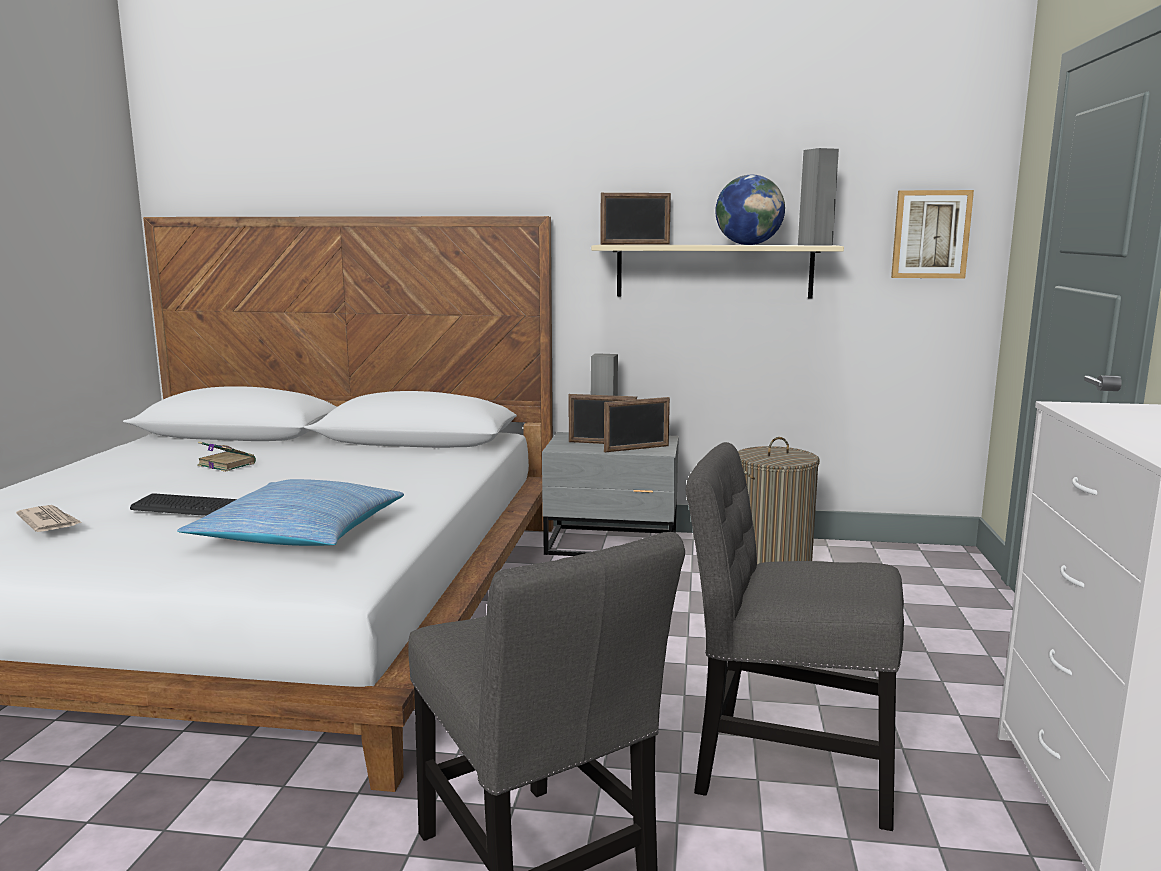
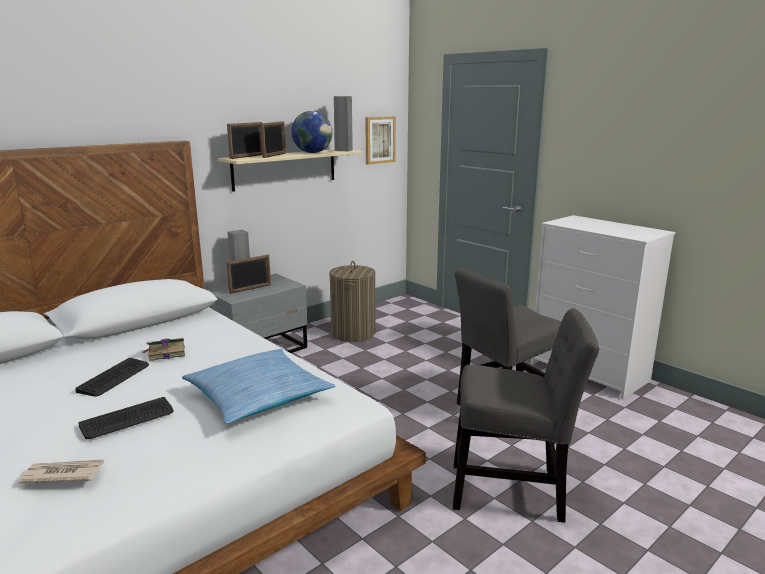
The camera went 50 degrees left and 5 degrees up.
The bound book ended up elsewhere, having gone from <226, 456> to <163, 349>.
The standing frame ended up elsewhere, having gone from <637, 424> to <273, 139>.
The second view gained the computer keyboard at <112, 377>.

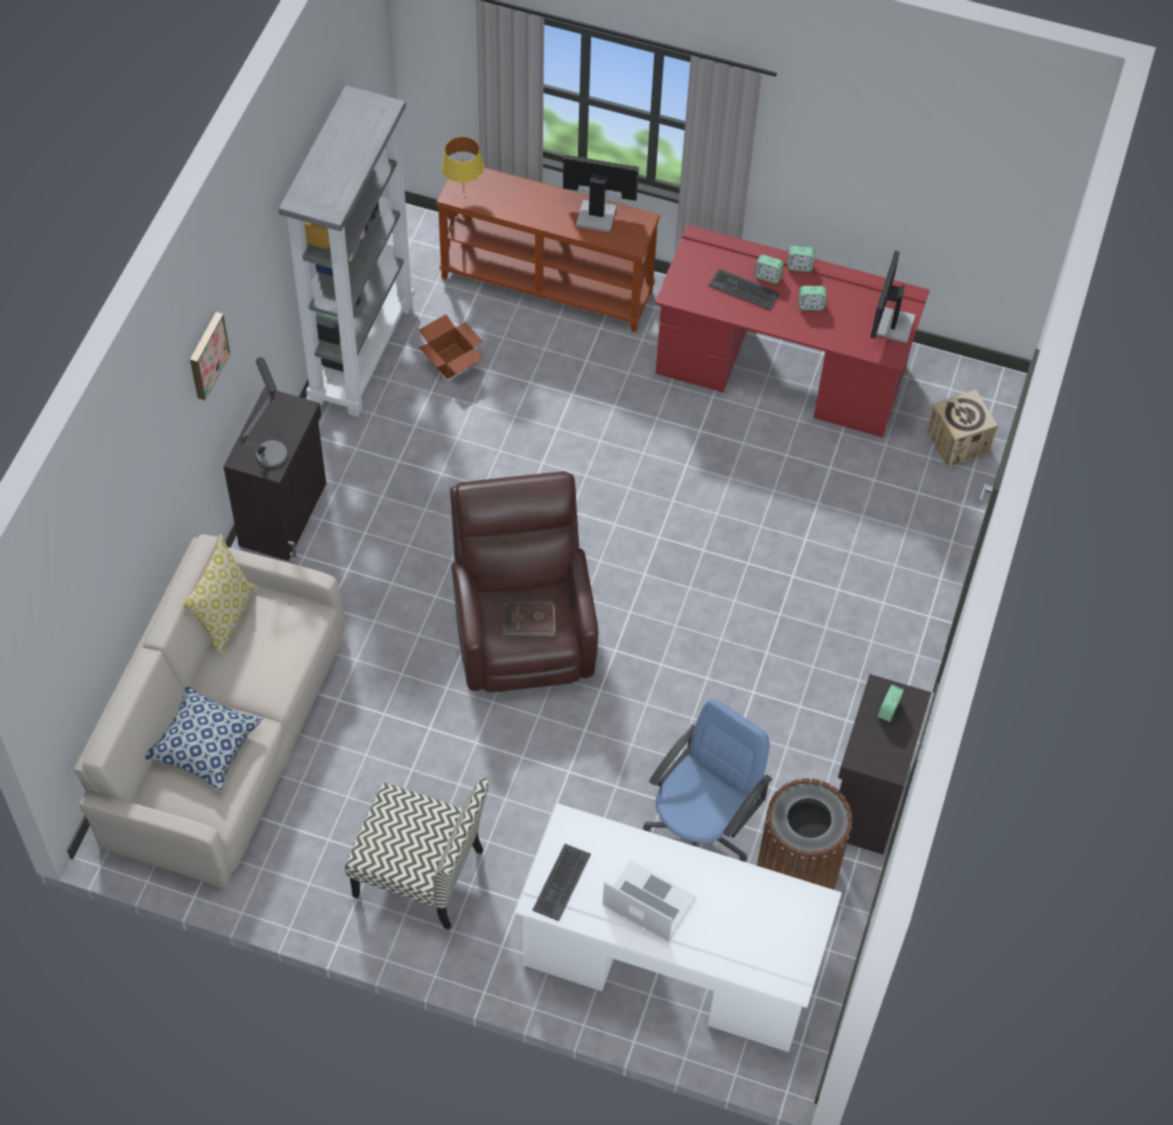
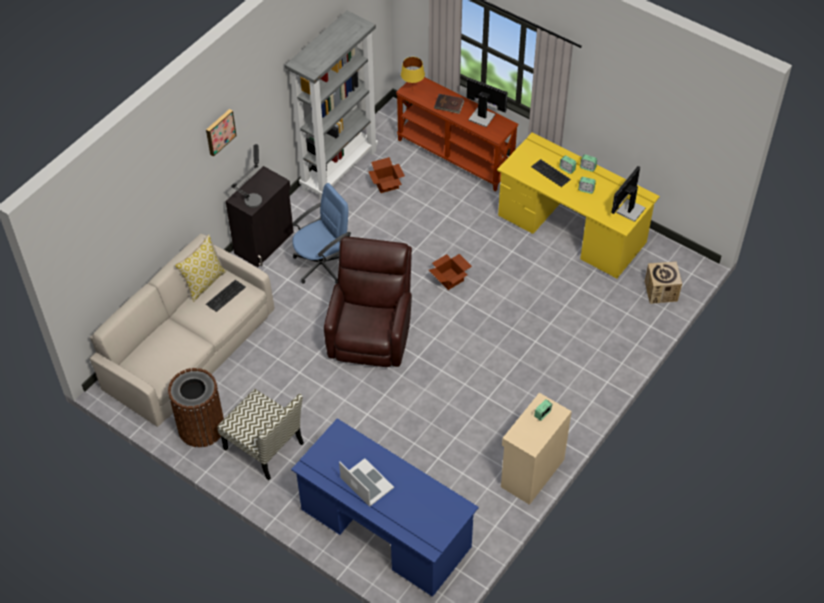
The camera went 20 degrees right and 5 degrees down.
The second view lost the cushion at <204, 737>.
The bound book (brown) ended up elsewhere, having gone from <529, 618> to <449, 104>.
What was the desk table (whitish) at <678, 927> turned into the desk table (blue-coloured) at <385, 507>.
The computer keyboard ended up elsewhere, having gone from <561, 882> to <226, 296>.
The computer chair (blue-coloured) ended up elsewhere, having gone from <707, 780> to <321, 233>.
What was the desk table (red-coloured) at <792, 330> turned into the desk table (yellowish) at <578, 205>.
The waste bin (brown) ended up elsewhere, having gone from <804, 833> to <196, 407>.
What was the cupboard (blackish) at <885, 764> turned into the cupboard (sand-coloured) at <536, 449>.
The second view gained the cardboard box at <450, 272>.

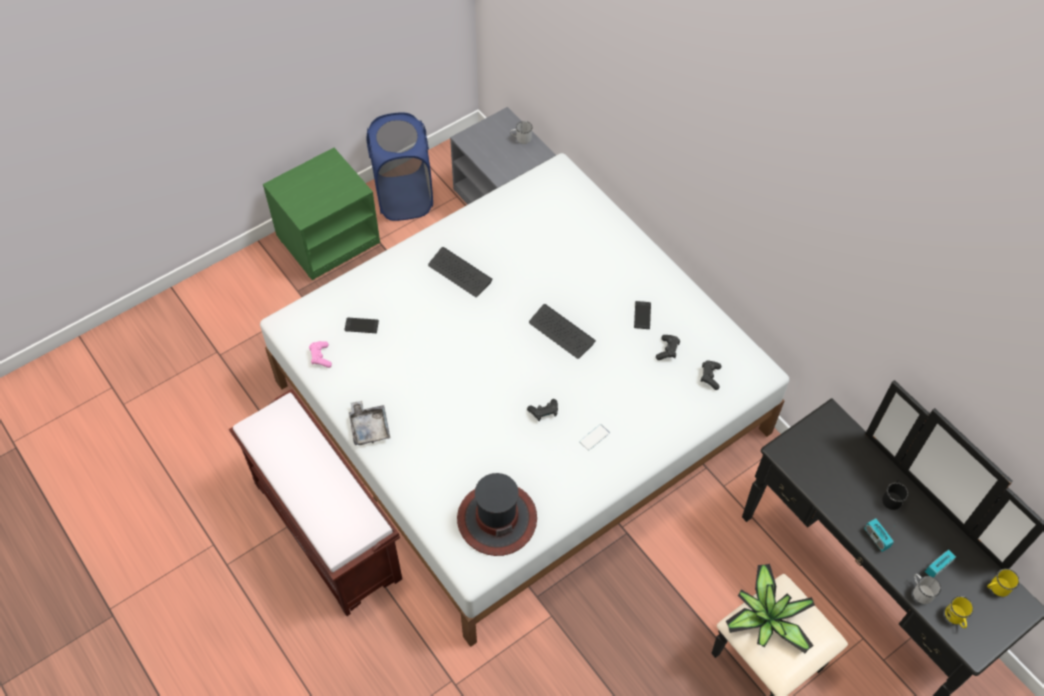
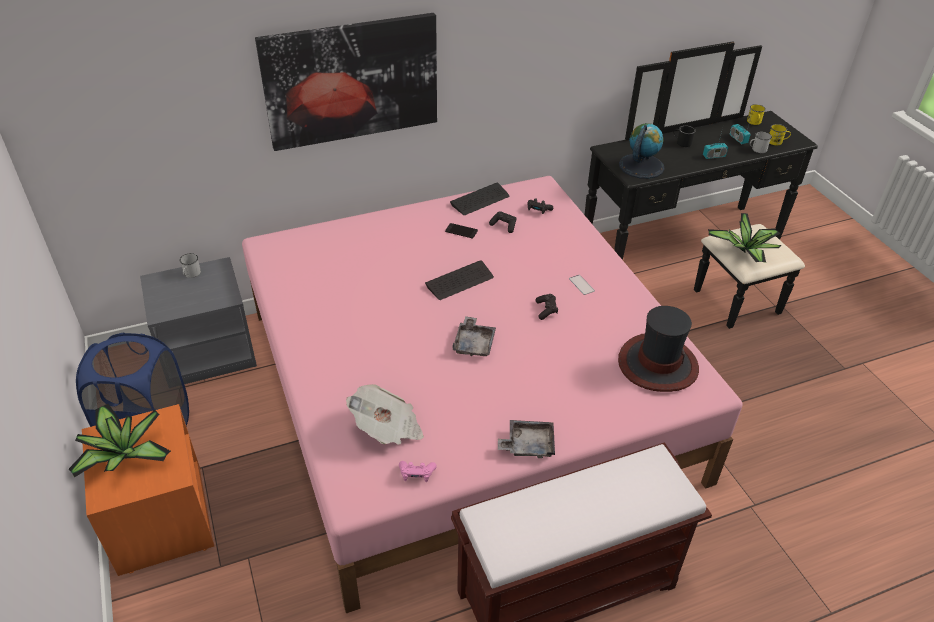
The camera went 75 degrees left and 15 degrees down.
What was the sleeping bed (whitish) at <524, 400> turned into the sleeping bed (pink-coloured) at <492, 394>.
What was the night table (green-coloured) at <321, 214> turned into the night table (orangey) at <148, 490>.
Where the phone stood at <361, 325>, the daily paper came to stand at <385, 414>.
The computer keyboard ended up elsewhere, having gone from <460, 272> to <479, 199>.
The second view gained the plant in a pot at <119, 440>.
The second view gained the picture at <346, 82>.
The second view gained the carrying tray (grey) at <474, 336>.
The second view gained the desk globe at <642, 151>.

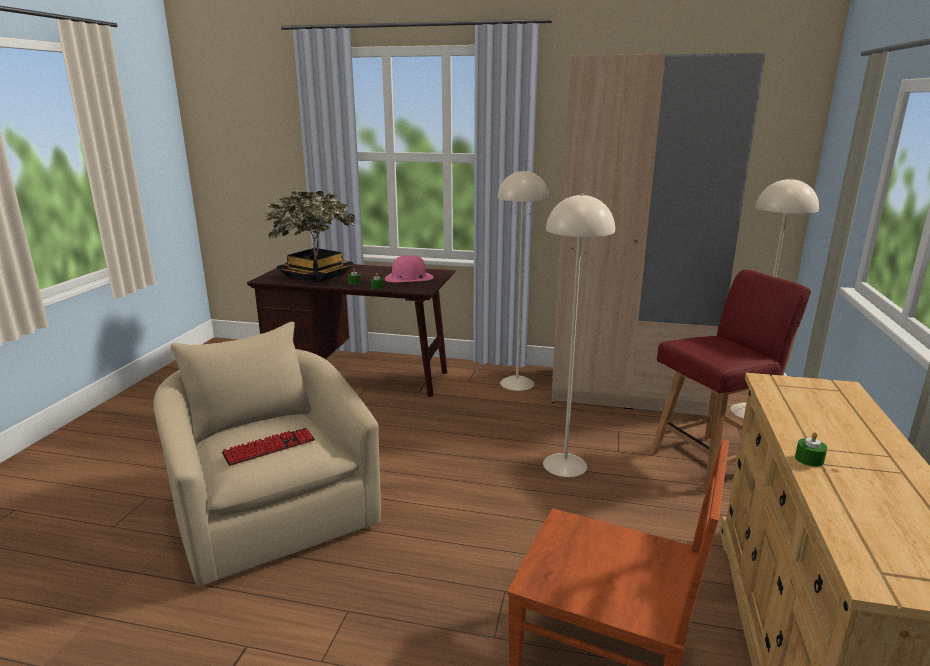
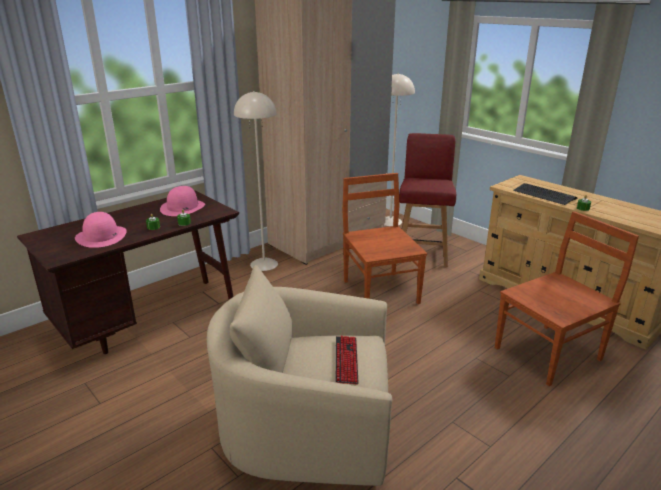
The camera went 55 degrees left and 5 degrees up.
Where the plant in a pot stood at <310, 236>, the wearable hat (pink-coloured) came to stand at <101, 230>.
Where the standard lamp (sand-coloured) stood at <579, 335>, the chair (brown) came to stand at <384, 238>.
The second view gained the computer keyboard at <545, 194>.

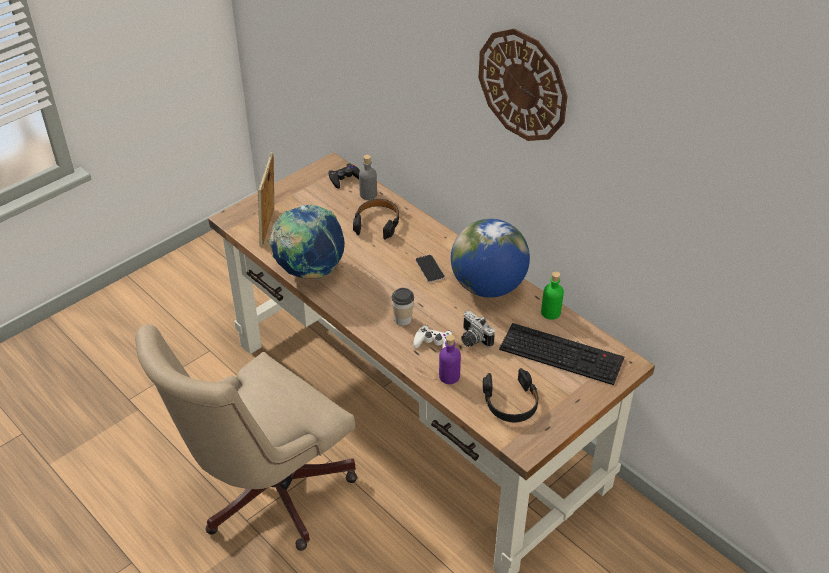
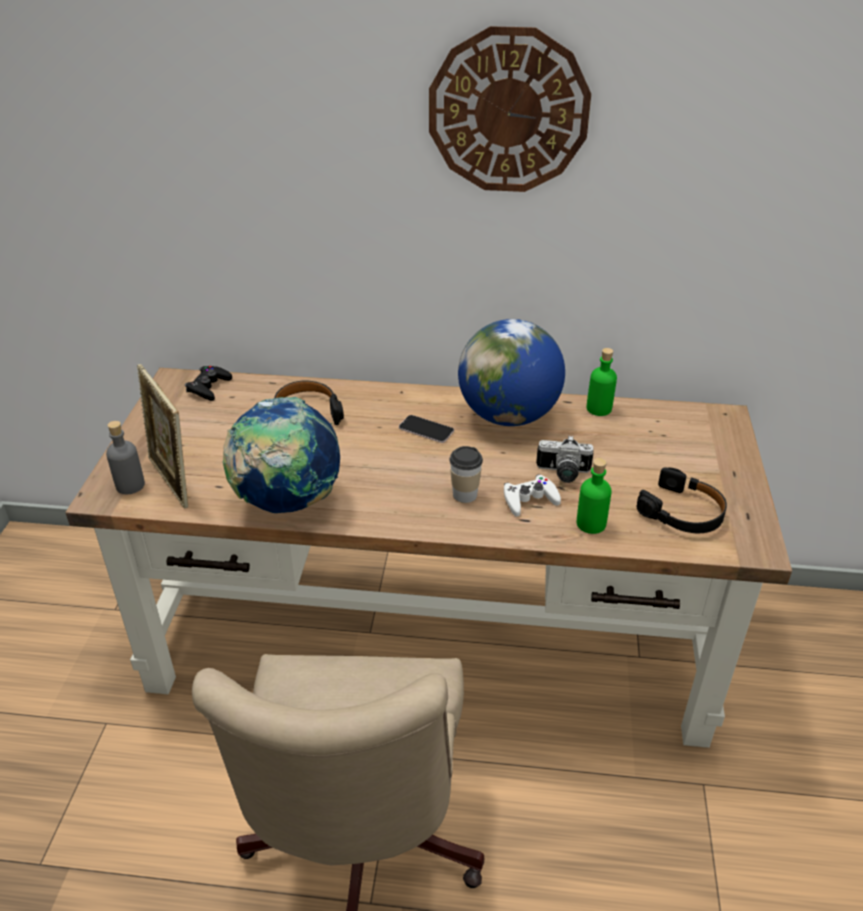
The camera went 40 degrees left and 5 degrees down.
The bottle (grey) ended up elsewhere, having gone from <368, 177> to <125, 457>.
What was the bottle (purple) at <450, 359> turned into the bottle (green-coloured) at <594, 496>.
The second view lost the computer keyboard at <561, 354>.

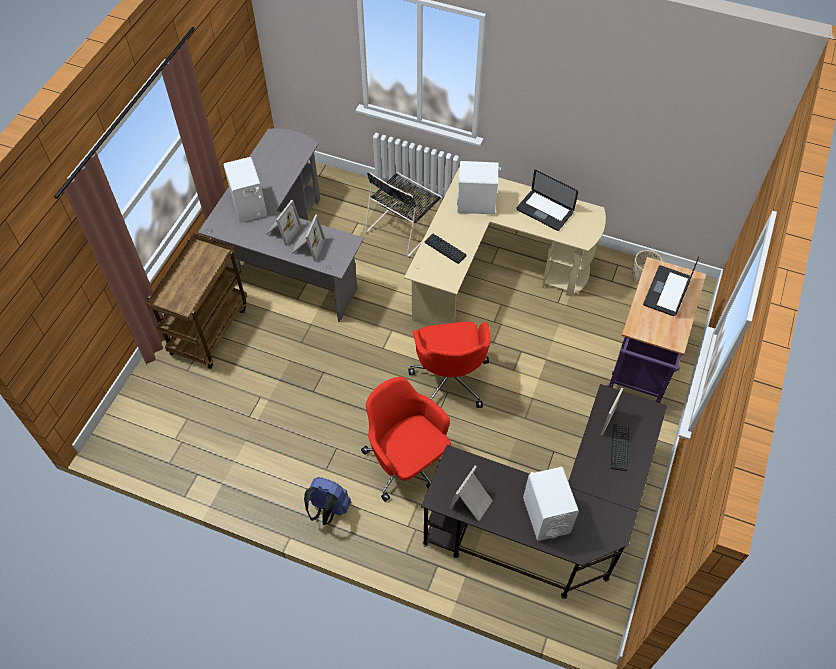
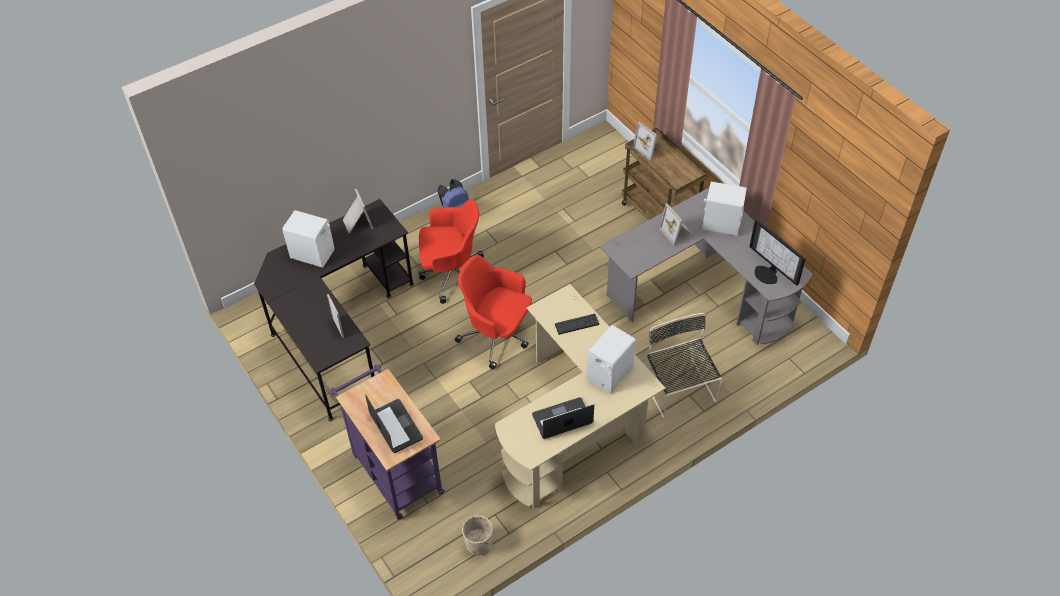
The camera went 125 degrees right and 5 degrees down.
The standing frame ended up elsewhere, having gone from <309, 238> to <649, 141>.
The second view lost the computer keyboard at <620, 447>.
The second view gained the computer display at <777, 253>.

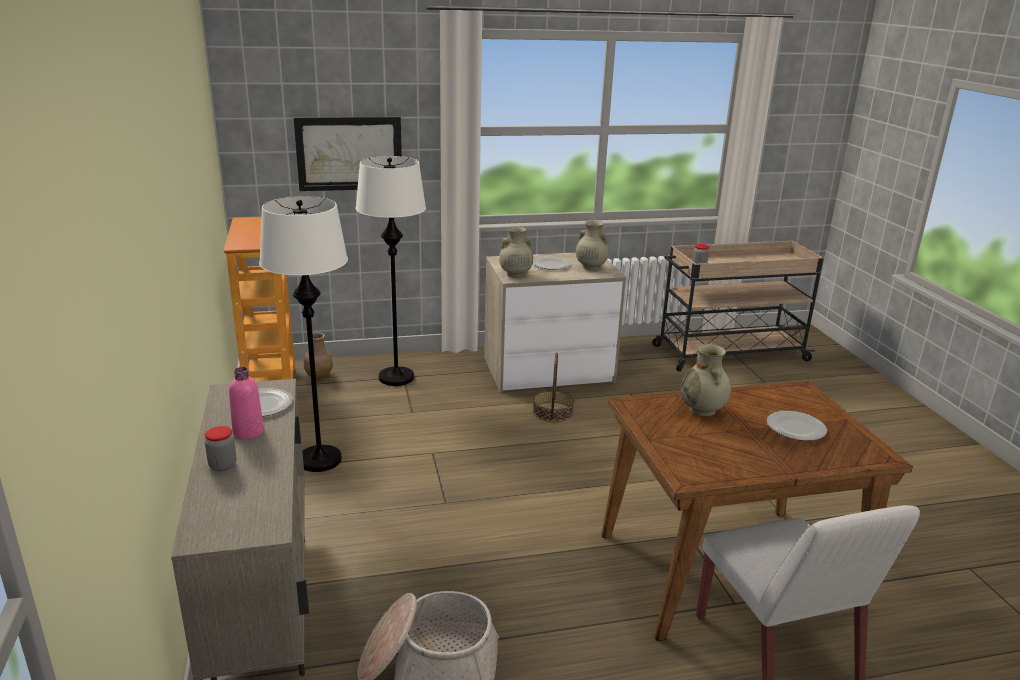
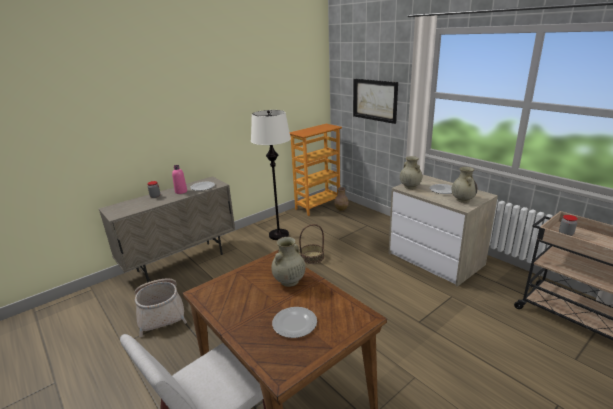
The camera went 65 degrees right and 0 degrees up.
The second view lost the standard lamp (whitish) at <391, 271>.
The storage basket ended up elsewhere, having gone from <553, 387> to <311, 244>.

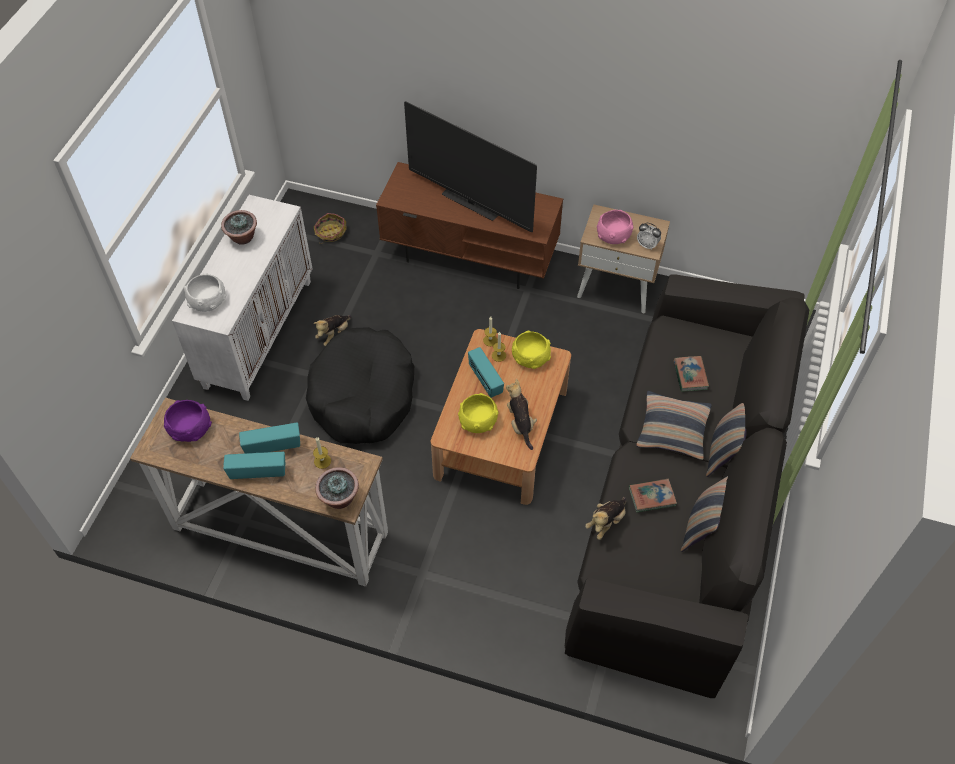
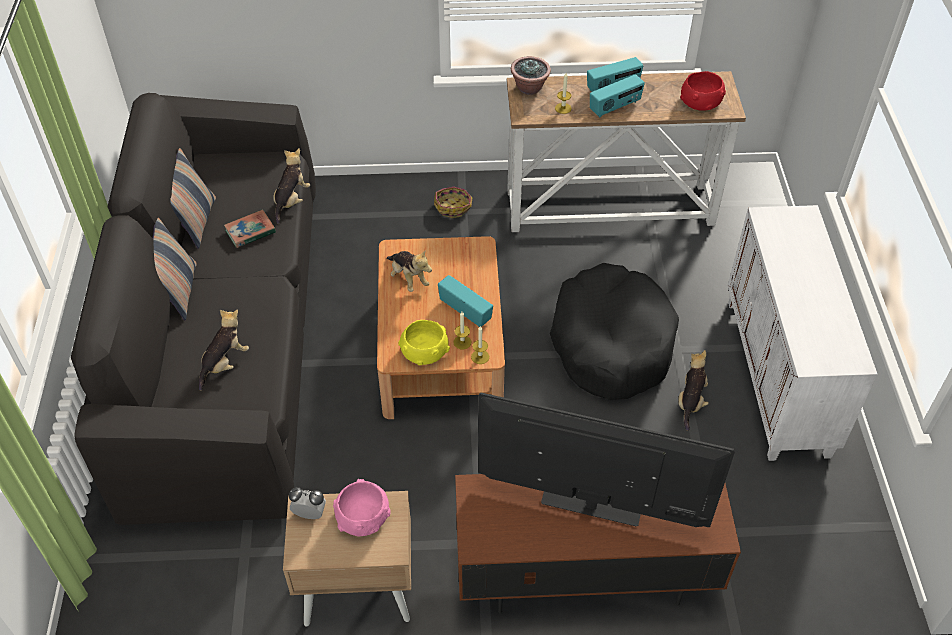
The camera went 160 degrees right and 5 degrees down.
What was the deep dish (purple) at <188, 421> turned into the deep dish (red-coloured) at <703, 91>.
The second view lost the deep dish (whitish) at <205, 292>.
The second view lost the plant in a pot at <239, 227>.
The storage basket ended up elsewhere, having gone from <330, 228> to <453, 202>.
The second view lost the deep dish (yellowish) at <478, 413>.
The second view lost the cushion at <674, 425>.
Where the bound book stood at <691, 374>, the soft toy came to stand at <224, 350>.

